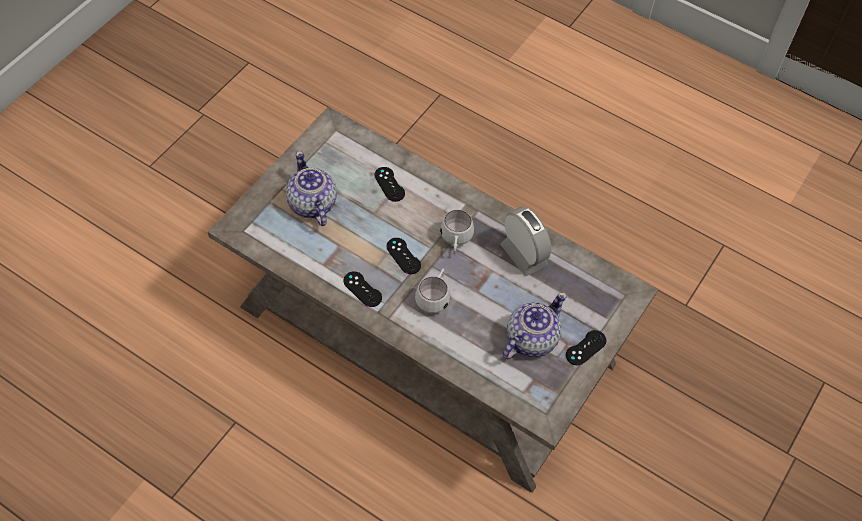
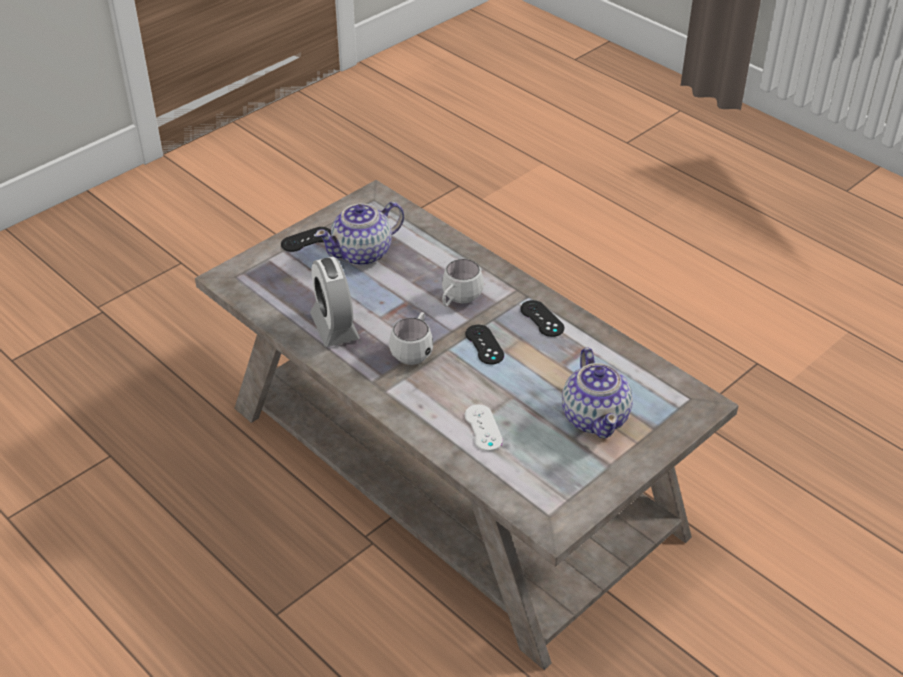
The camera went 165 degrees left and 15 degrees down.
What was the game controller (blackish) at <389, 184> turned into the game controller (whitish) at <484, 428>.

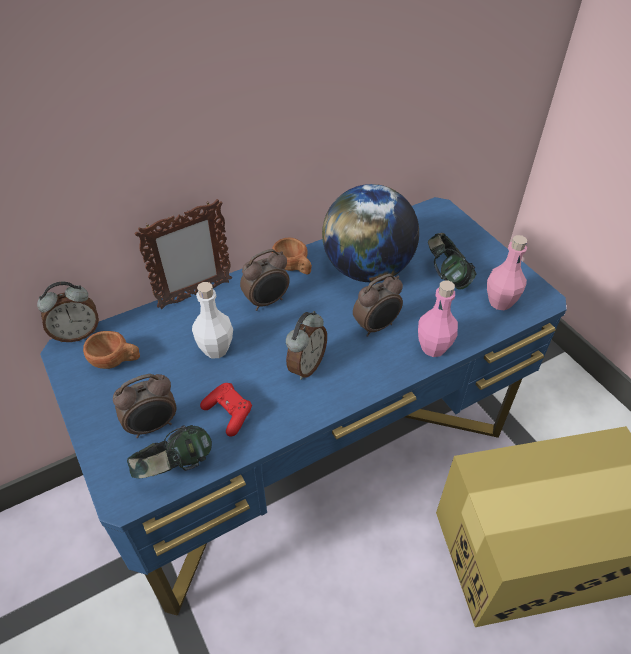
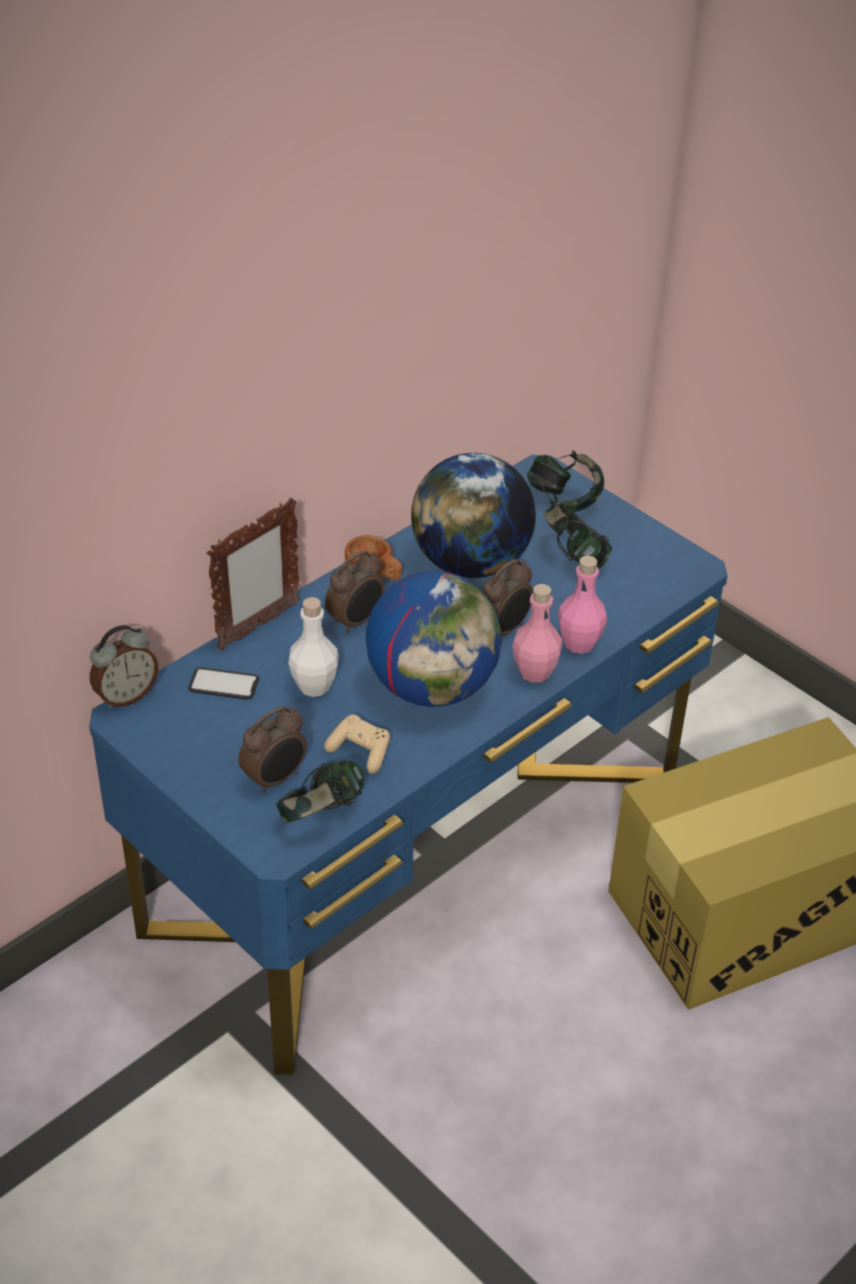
The camera went 15 degrees left and 5 degrees down.
The second view lost the cup (brown) at <111, 350>.
What was the game controller (red-coloured) at <226, 410> turned into the game controller (sand-coloured) at <357, 744>.
Where the bedside clock stood at <306, 345>, the desk globe came to stand at <434, 639>.
The bottle (pink-coloured) ended up elsewhere, having gone from <507, 272> to <537, 633>.
The second view gained the phone at <223, 683>.
The second view gained the pair of headphones at <565, 481>.

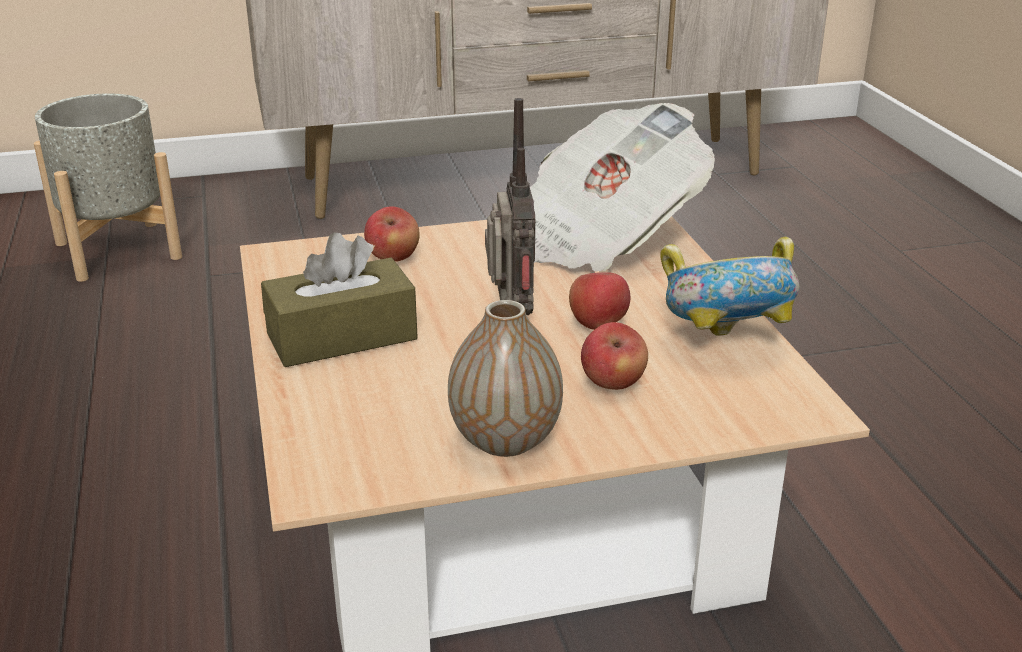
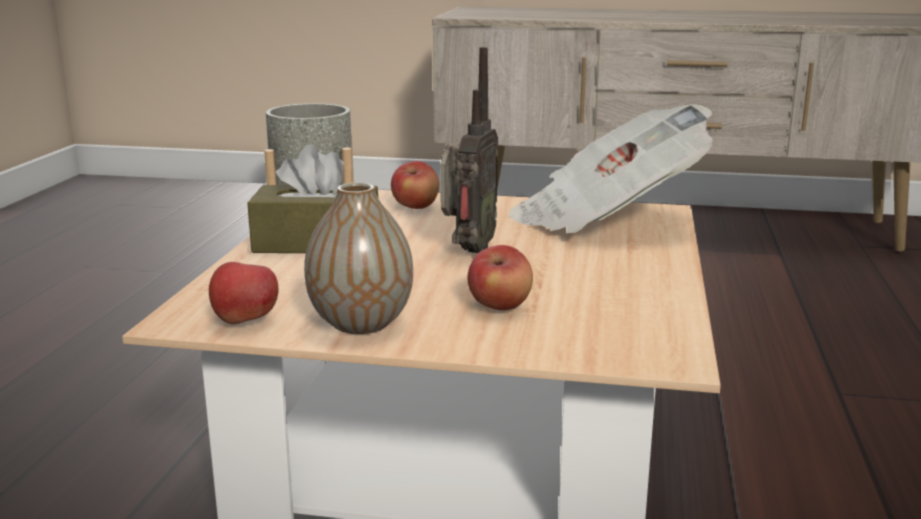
The camera went 25 degrees right and 10 degrees down.
The apple fruit ended up elsewhere, having gone from <599, 301> to <243, 293>.
The second view lost the deep dish at <730, 286>.

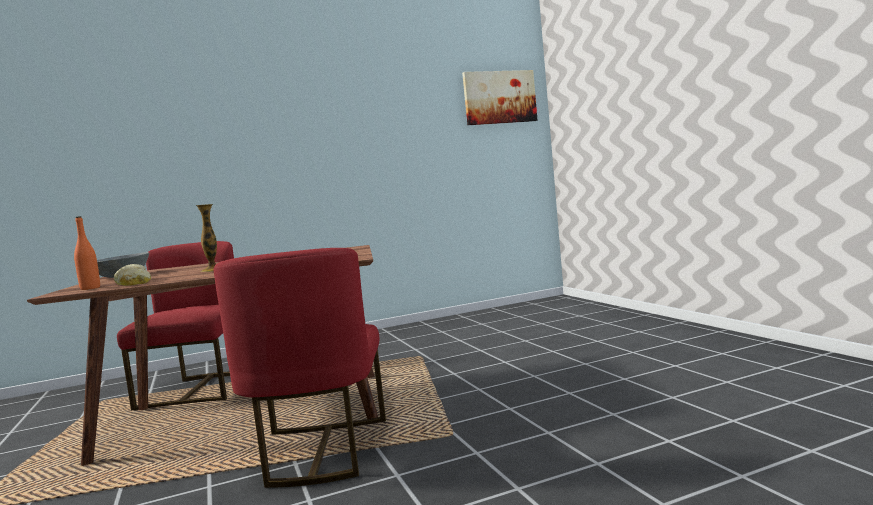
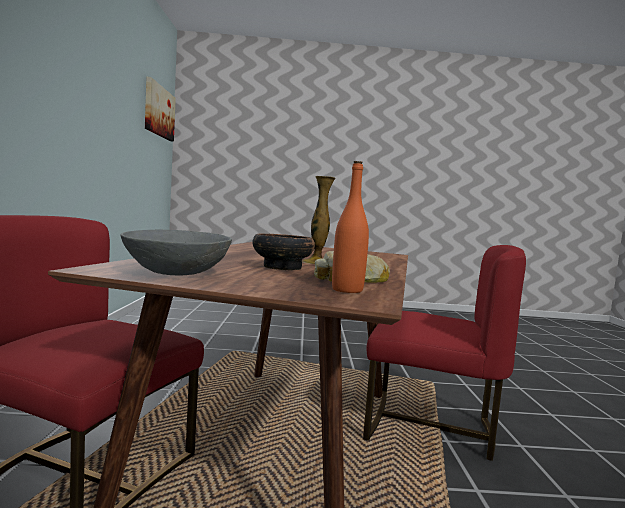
The camera went 70 degrees left and 0 degrees up.
The second view gained the deep dish at <283, 251>.

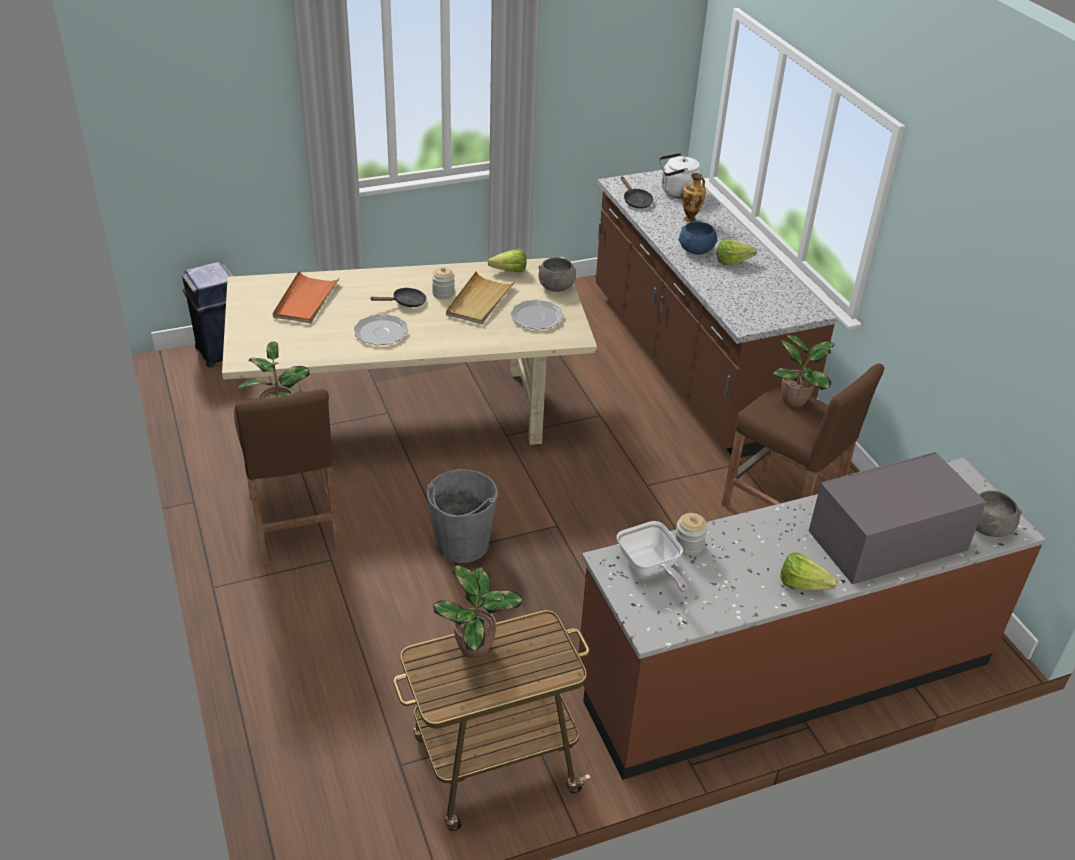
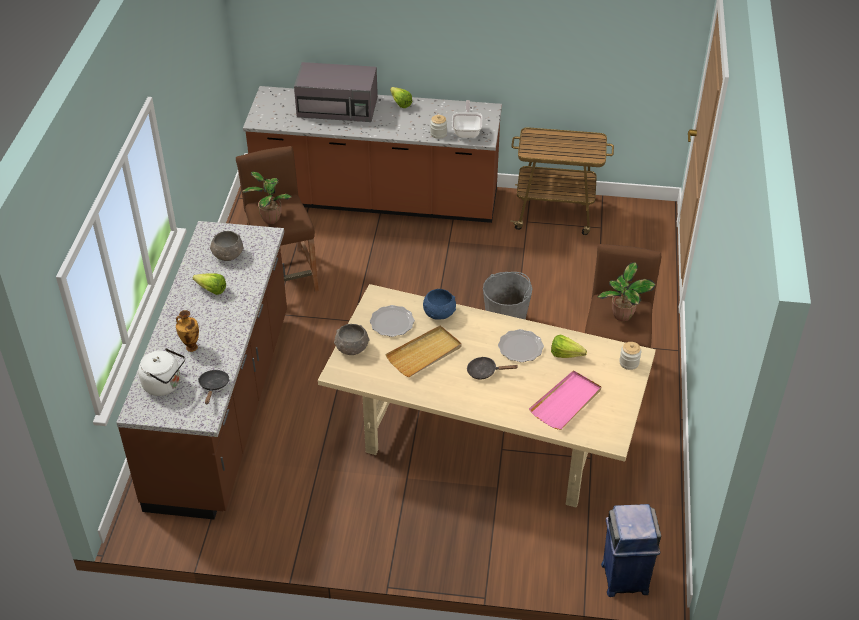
The camera went 150 degrees left and 5 degrees up.
What was the carrying tray (orangey) at <306, 297> turned into the carrying tray (pink-coloured) at <565, 400>.
The storage jar ended up elsewhere, having gone from <443, 283> to <630, 356>.
The second view lost the plant in a pot at <478, 611>.
The head of lettuce ended up elsewhere, having gone from <506, 261> to <569, 346>.
The deep dish (blue-coloured) ended up elsewhere, having gone from <697, 238> to <439, 304>.
The deep dish (grey) ended up elsewhere, having gone from <999, 513> to <227, 246>.

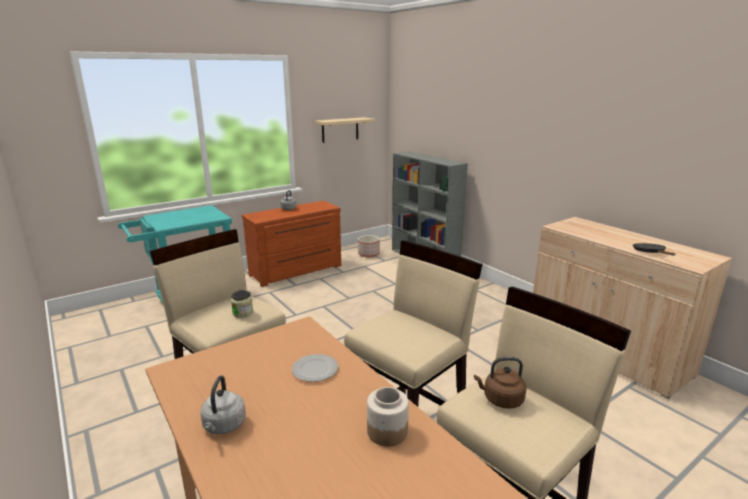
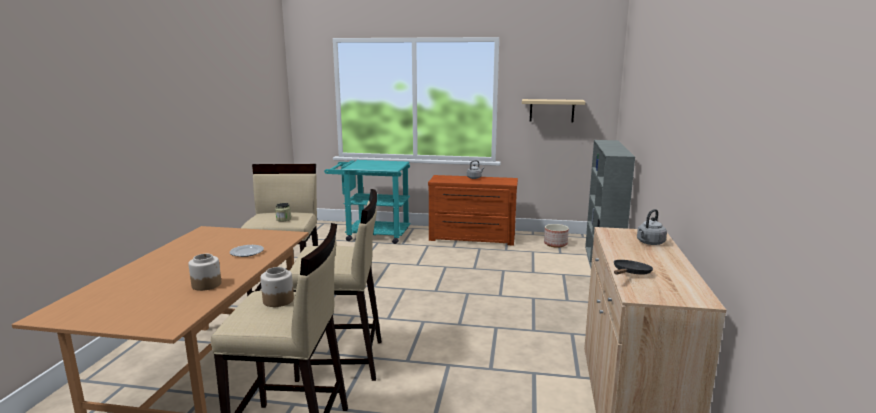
The camera went 45 degrees right and 5 degrees down.
The water kettle (grey) ended up elsewhere, having gone from <223, 405> to <652, 227>.
Where the water kettle (brown) stood at <500, 383>, the storage jar came to stand at <277, 287>.

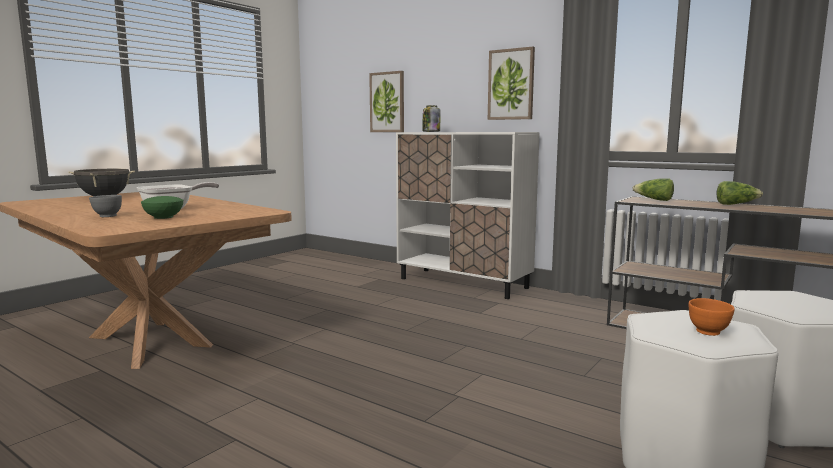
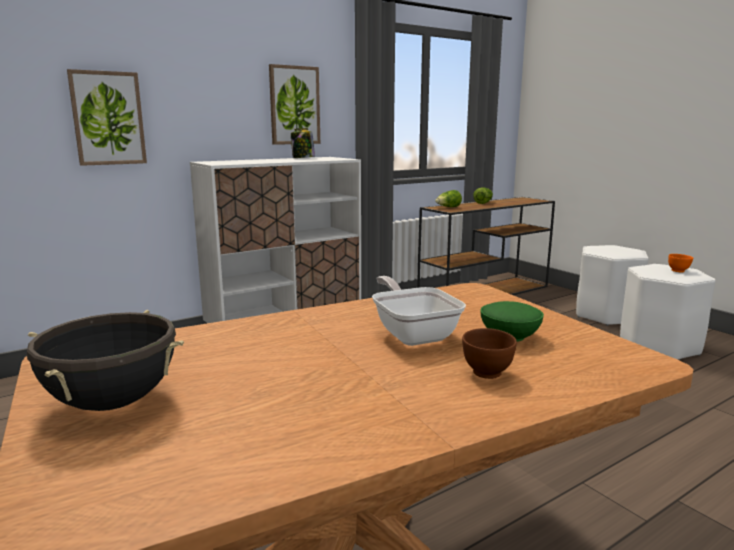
The camera went 70 degrees left and 5 degrees up.
What was the deep dish (grey) at <105, 206> turned into the deep dish (brown) at <489, 353>.
The storage jar ended up elsewhere, having gone from <431, 118> to <303, 143>.

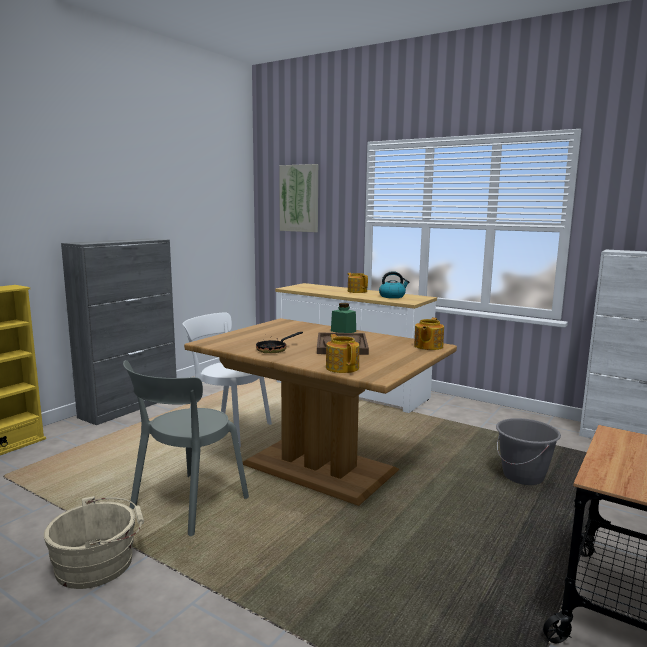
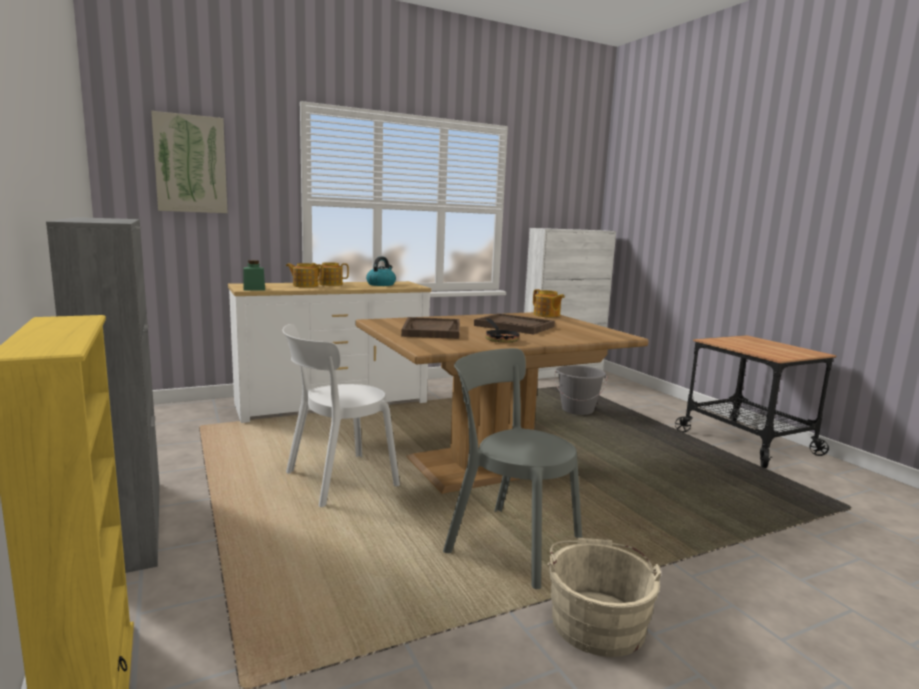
The camera went 60 degrees left and 0 degrees up.
The chair (grey) at <186, 448> ended up facing another way, 150 degrees clockwise from before.
The tea pot ended up elsewhere, having gone from <343, 353> to <305, 275>.
The storage jar (green-coloured) ended up elsewhere, having gone from <343, 318> to <254, 275>.
The second view gained the carrying tray (brown) at <430, 328>.

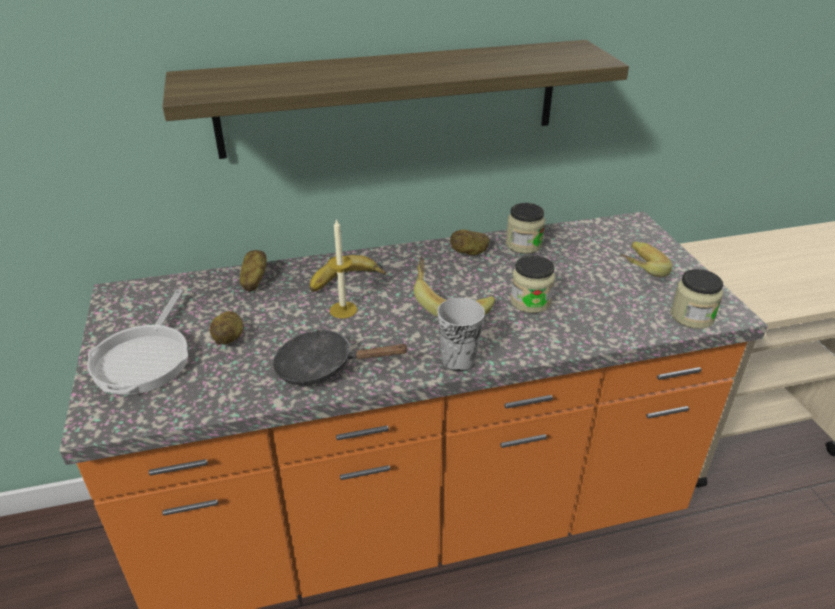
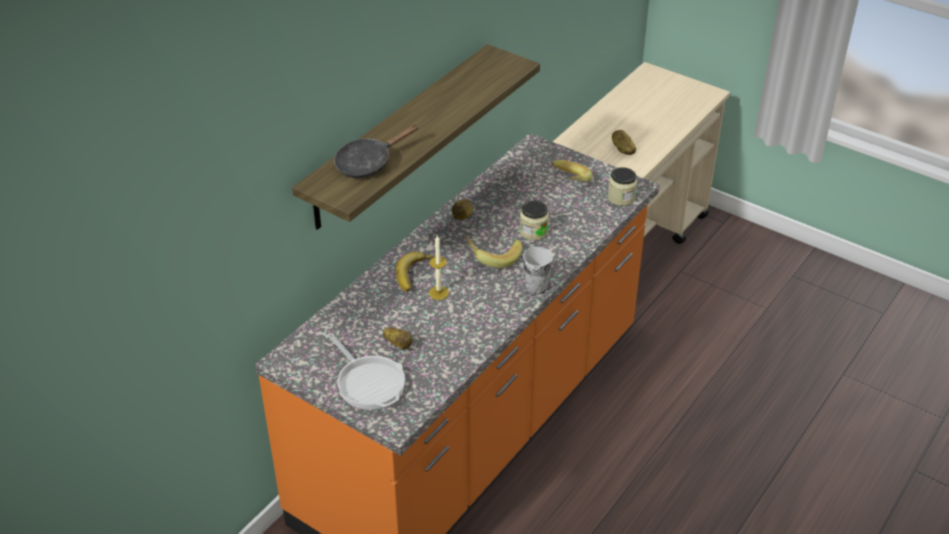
The camera went 40 degrees left and 5 degrees up.
The whole potato ended up elsewhere, having gone from <253, 270> to <624, 142>.
The skillet (blackish) ended up elsewhere, having gone from <340, 357> to <376, 151>.
The second view lost the storage jar at <525, 228>.

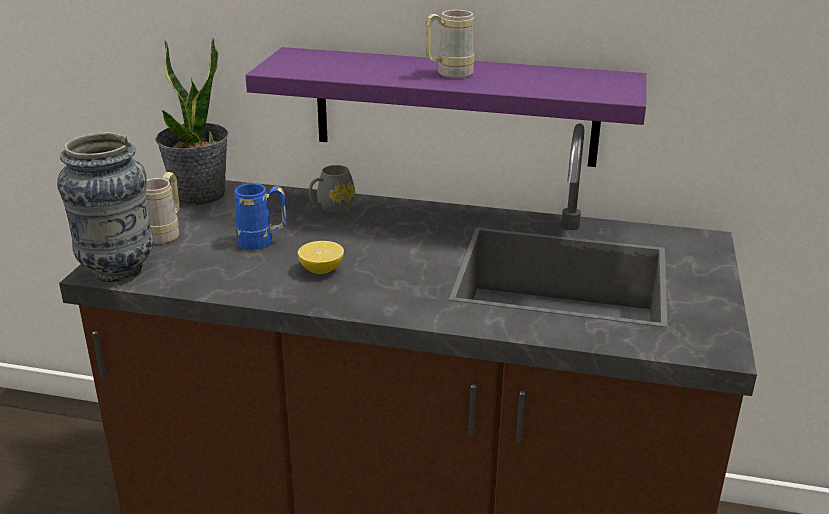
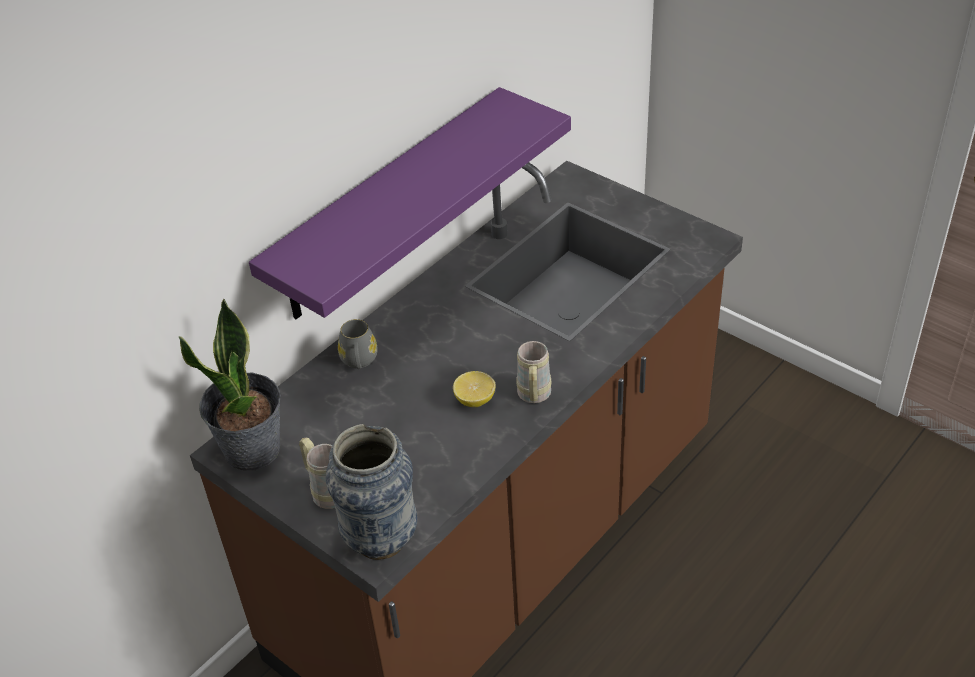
The camera went 60 degrees left and 15 degrees up.
The second view lost the tea mug (blue-coloured) at <260, 216>.
The tea mug (sand-coloured) ended up elsewhere, having gone from <449, 44> to <534, 372>.

